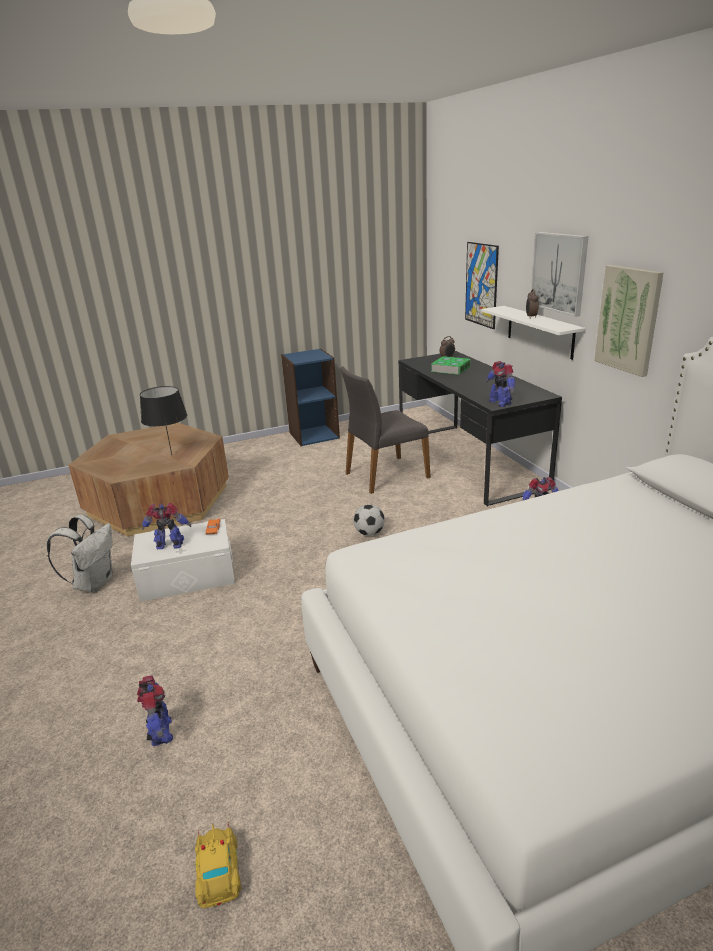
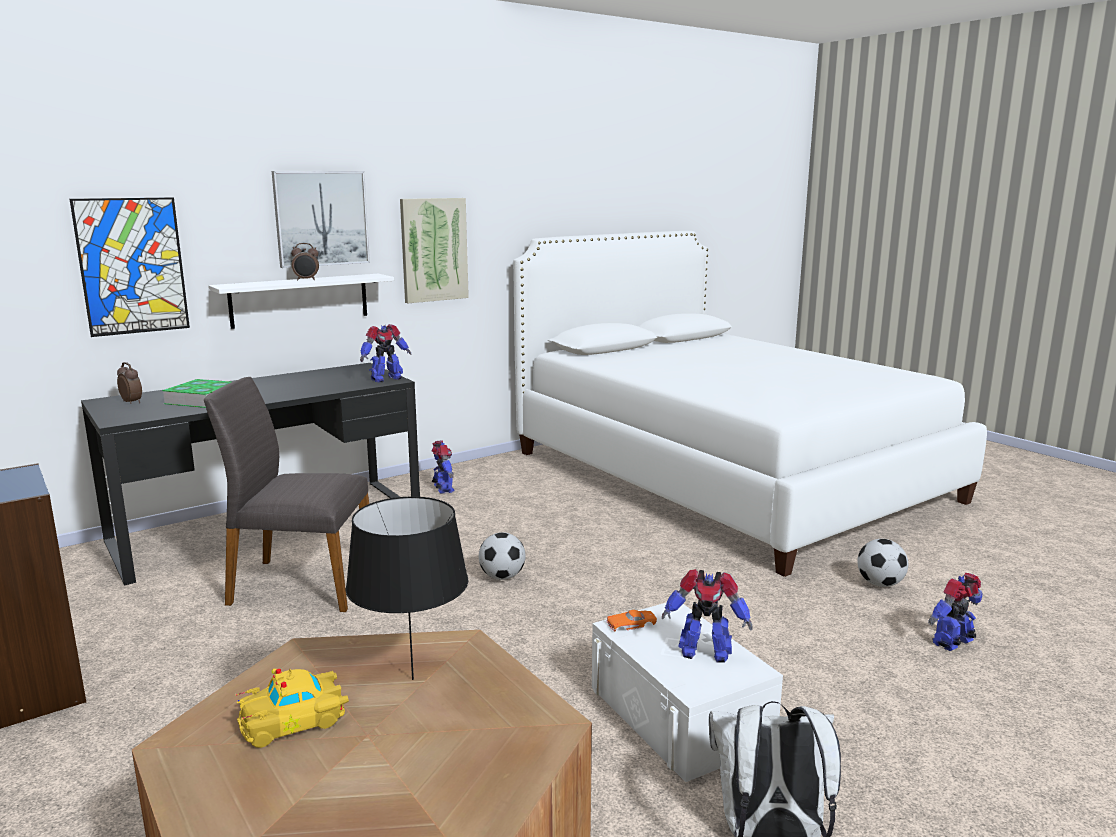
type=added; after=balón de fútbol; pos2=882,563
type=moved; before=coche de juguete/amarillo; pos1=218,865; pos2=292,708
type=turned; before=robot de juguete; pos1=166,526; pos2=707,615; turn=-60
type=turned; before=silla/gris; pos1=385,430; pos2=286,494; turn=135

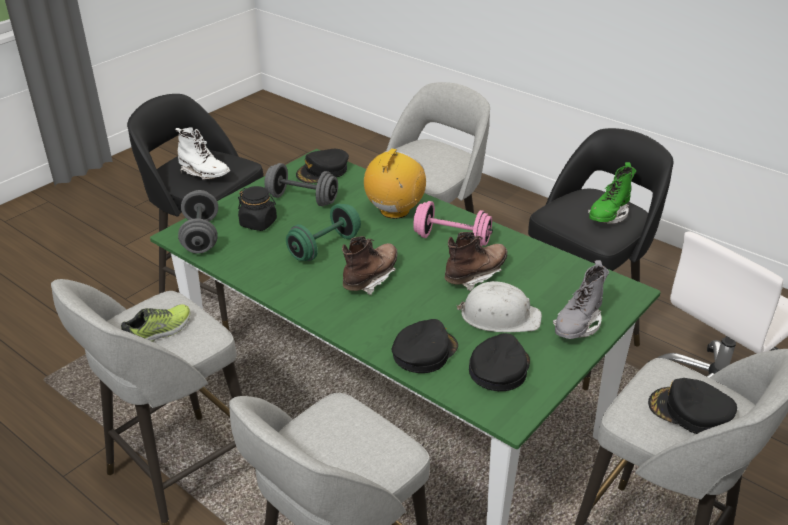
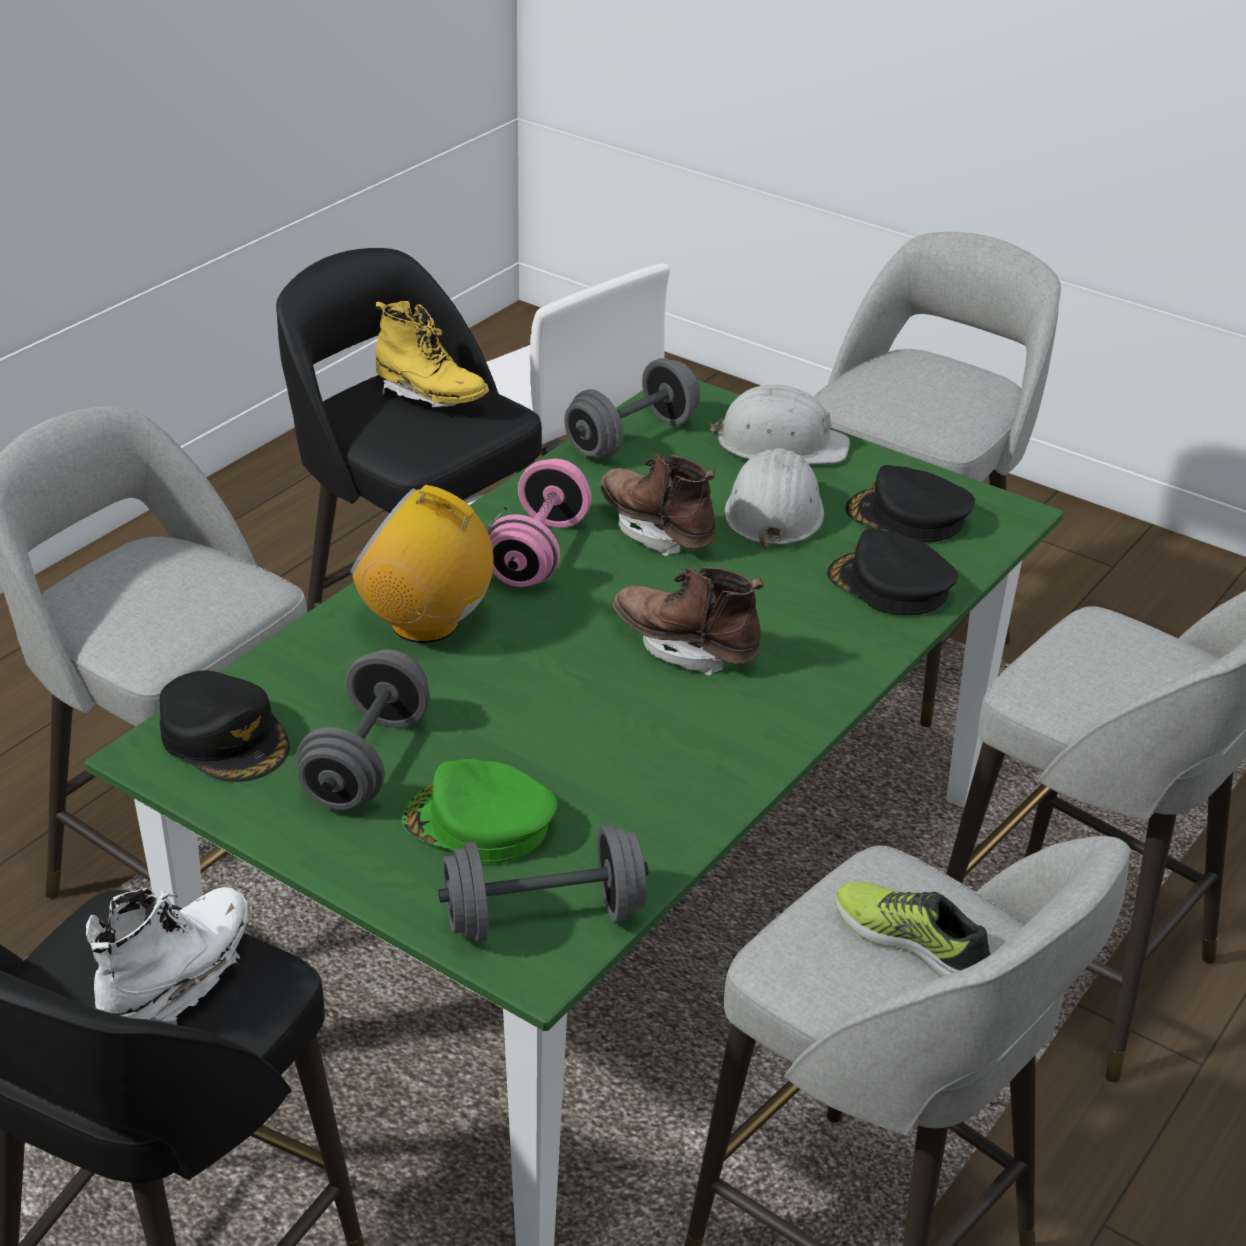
type=removed; before=mancuerna/verde; pos1=323,232
type=removed; before=gorra/negro; pos1=692,406
type=added; after=mancuerna/gris; pos2=632,408
type=replaced; before=tarro/negro; after=gorra/verde; pos1=257,208; pos2=479,811
type=replaced; before=bota/gris; after=casco/blanco; pos1=581,299; pos2=780,424
type=recoloured; before=bota/verde; after=bota/amarillo; pos1=612,193; pos2=432,354

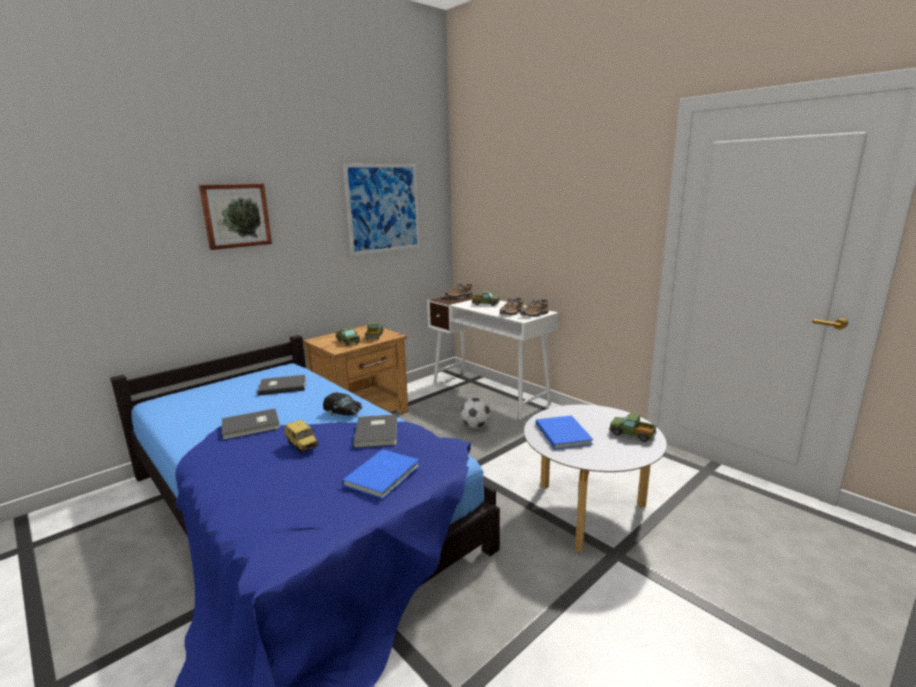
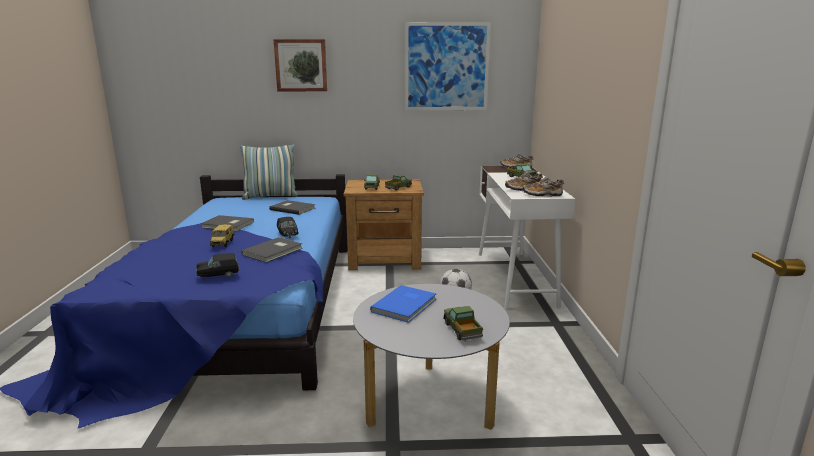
type=added; after=cojín; pos2=269,172
type=replaced; before=libro/azul; after=coche de juguete/negro; pos1=381,474; pos2=217,265

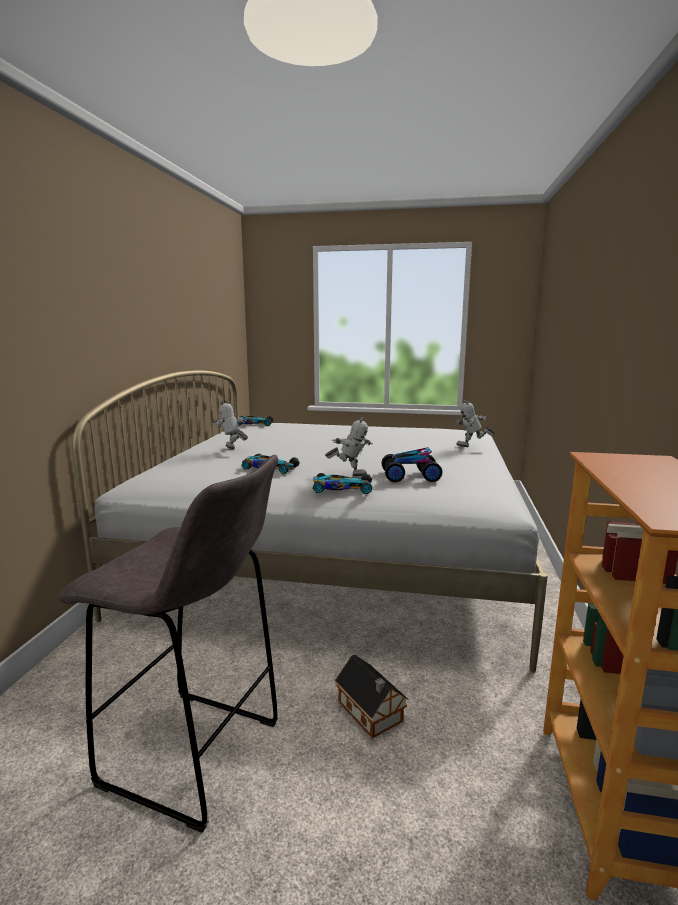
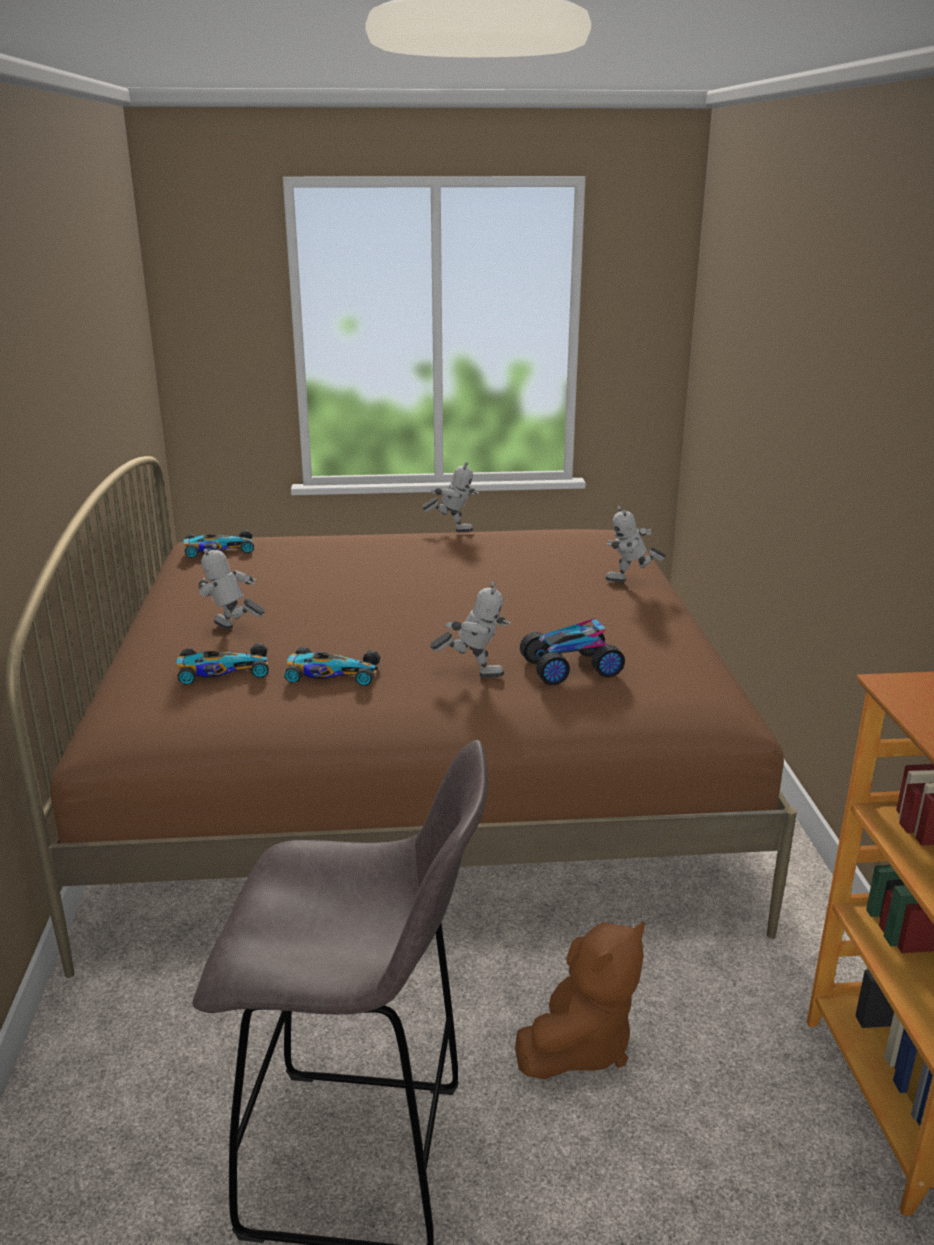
type=added; after=robot de juguete; pos2=450,497
type=moved; before=coche de juguete; pos1=342,483; pos2=222,664
type=replaced; before=casita; after=peluche/marrón; pos1=372,696; pos2=579,1000
type=recoloured; before=cama/blanco; after=cama/marrón; pos1=310,521; pos2=401,717

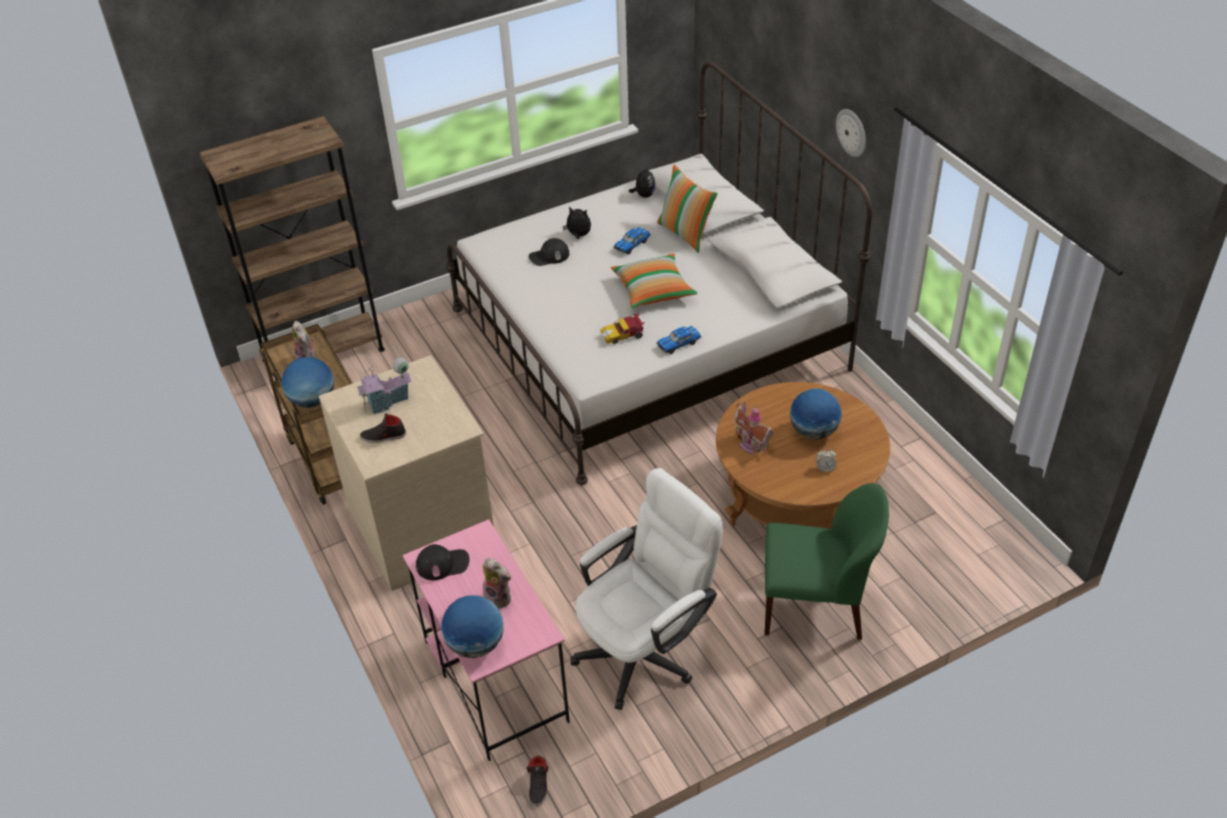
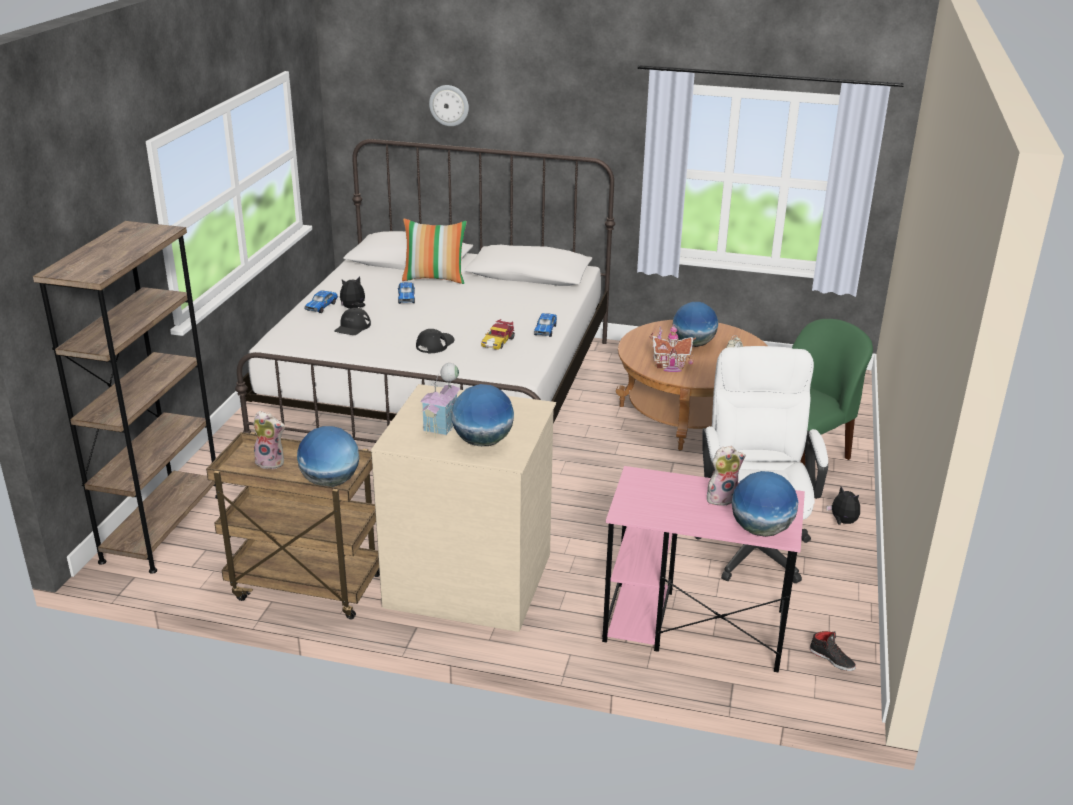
type=removed; before=cojín; pos1=654,280
type=added; after=coche de juguete; pos2=321,302
type=moved; before=gorra/negro; pos1=443,562; pos2=435,341
type=moved; before=peluche; pos1=642,182; pos2=843,505
type=moved; before=reloj de pared; pos1=851,133; pos2=449,105
type=replaced; before=zapato/negro; after=globo terráqueo; pos1=383,428; pos2=482,415

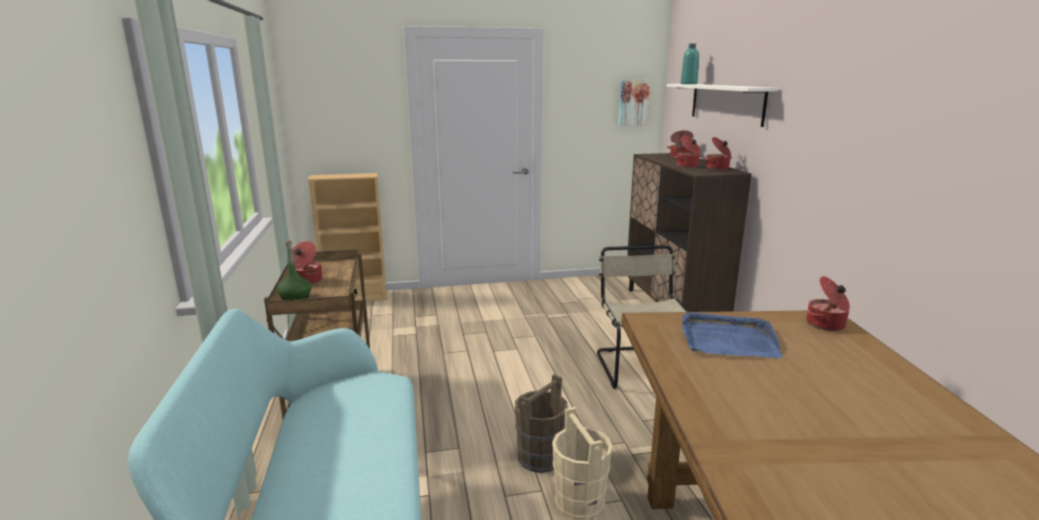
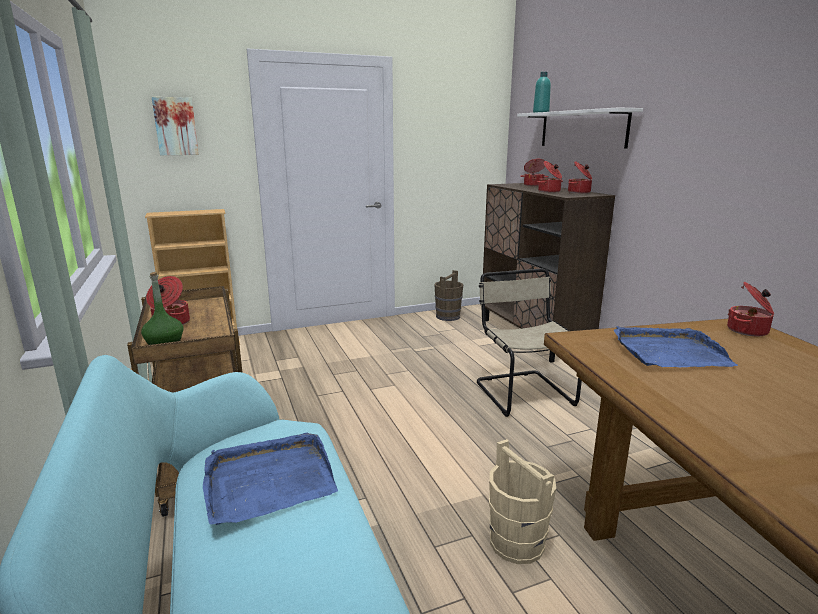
type=added; after=bandeja/azul; pos2=270,479
type=moved; before=cubo/marrón; pos1=541,423; pos2=448,295
type=moved; before=cuadro; pos1=634,102; pos2=175,126

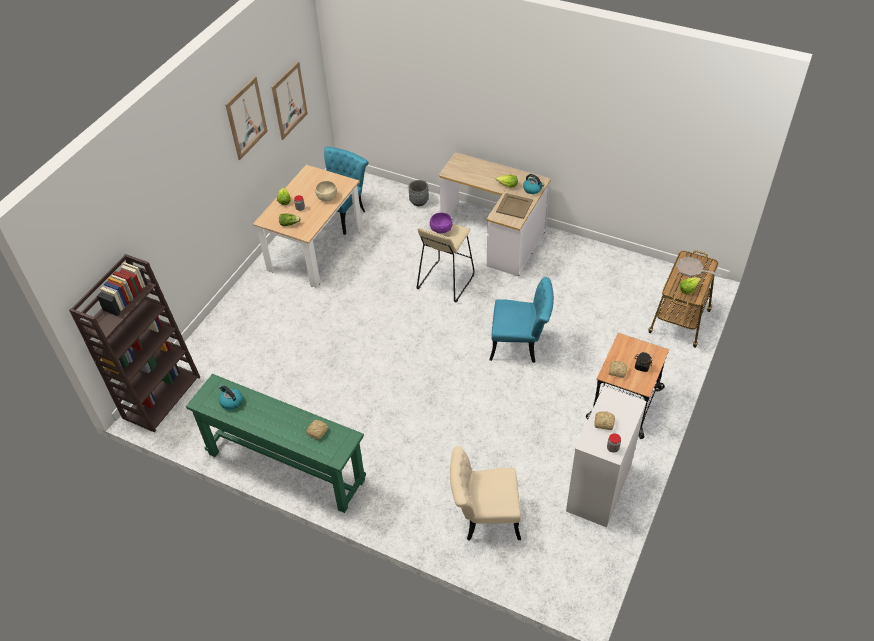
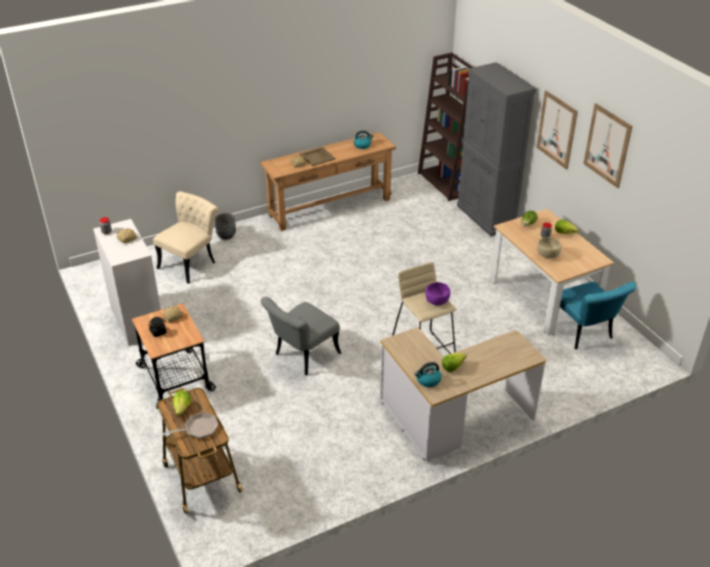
type=added; after=armario/gris; pos2=496,149
type=moved; before=cuadro; pos1=290,100; pos2=557,130
type=moved; before=maceta/gris; pos1=419,193; pos2=225,226
type=moved; before=bandeja/beis; pos1=514,206; pos2=317,156
type=recoloured; before=mesa consola/verde; after=mesa consola/marrón; pos1=276,443; pos2=328,181
type=recoloured; before=silla/turquesa; after=silla/gris; pos1=521,320; pos2=301,336

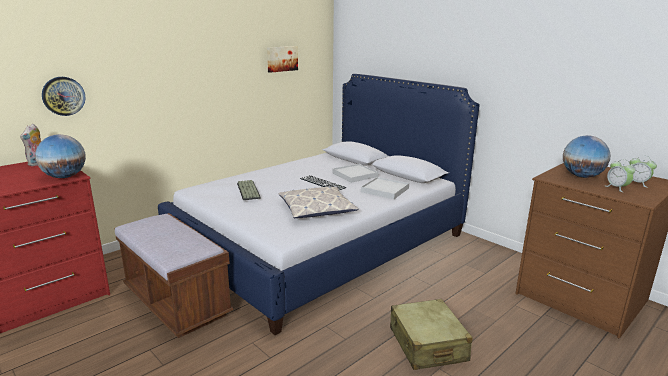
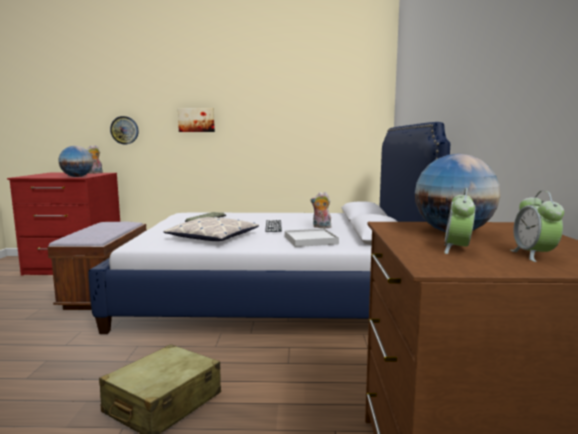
type=moved; before=cuadro; pos1=282,59; pos2=196,120
type=replaced; before=bandeja/blanco; after=peluche; pos1=355,173; pos2=321,210

